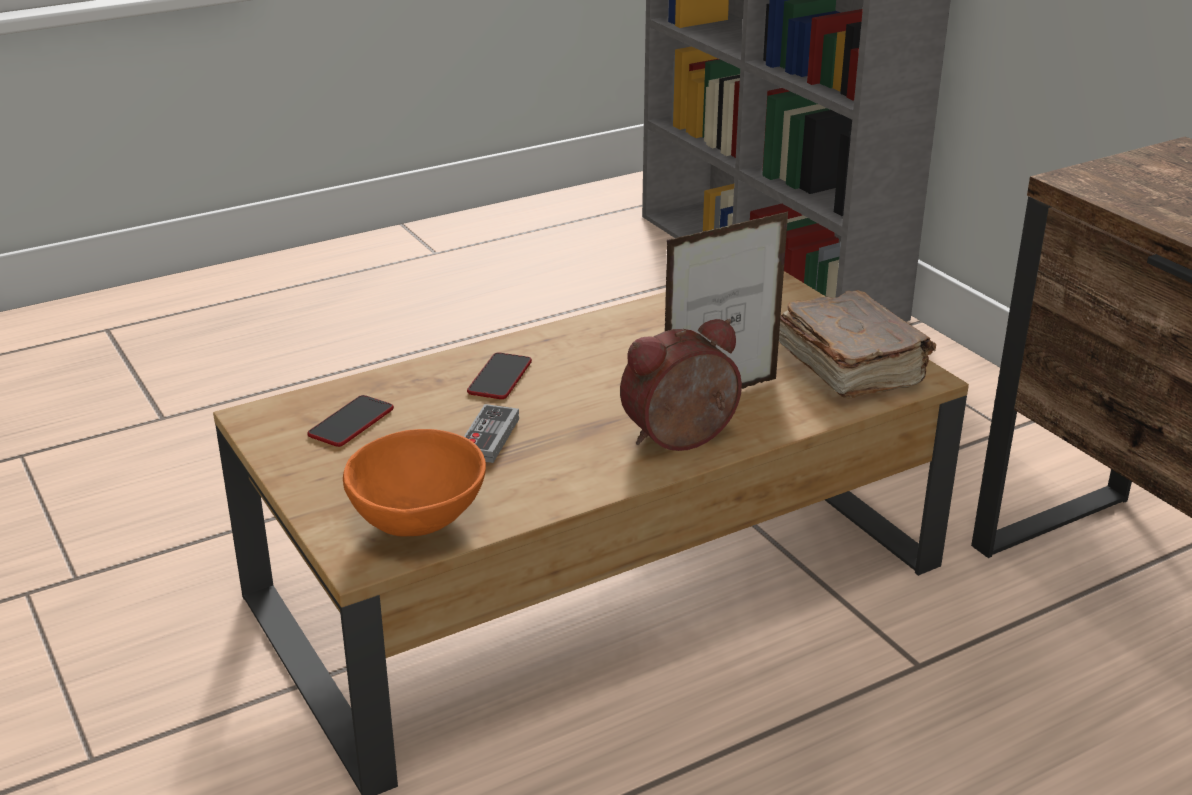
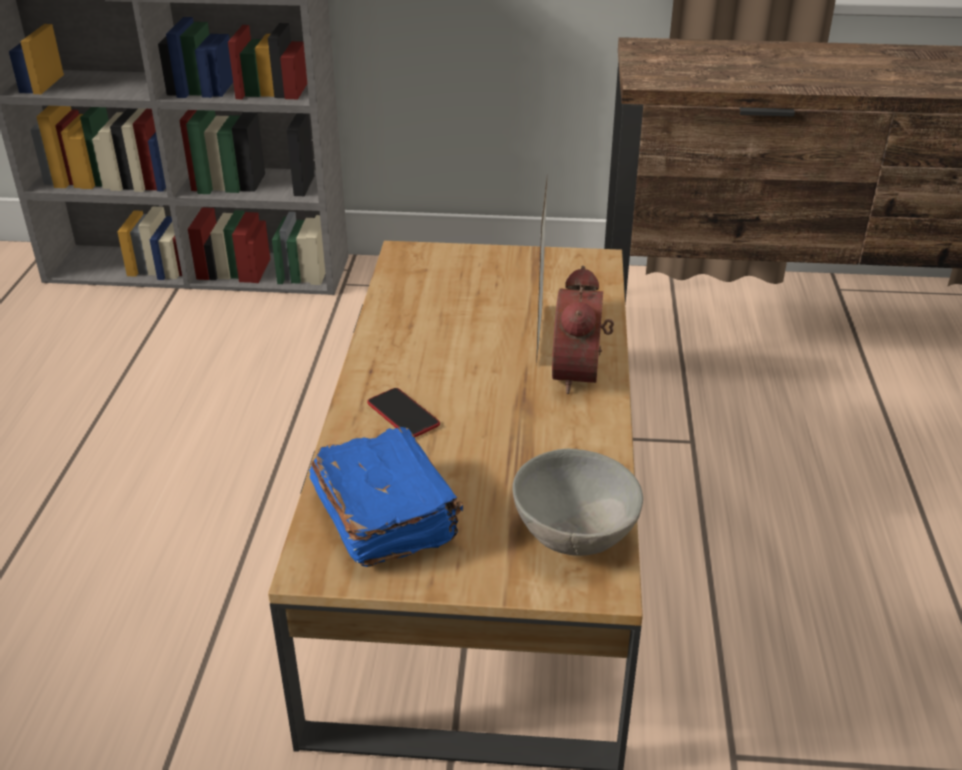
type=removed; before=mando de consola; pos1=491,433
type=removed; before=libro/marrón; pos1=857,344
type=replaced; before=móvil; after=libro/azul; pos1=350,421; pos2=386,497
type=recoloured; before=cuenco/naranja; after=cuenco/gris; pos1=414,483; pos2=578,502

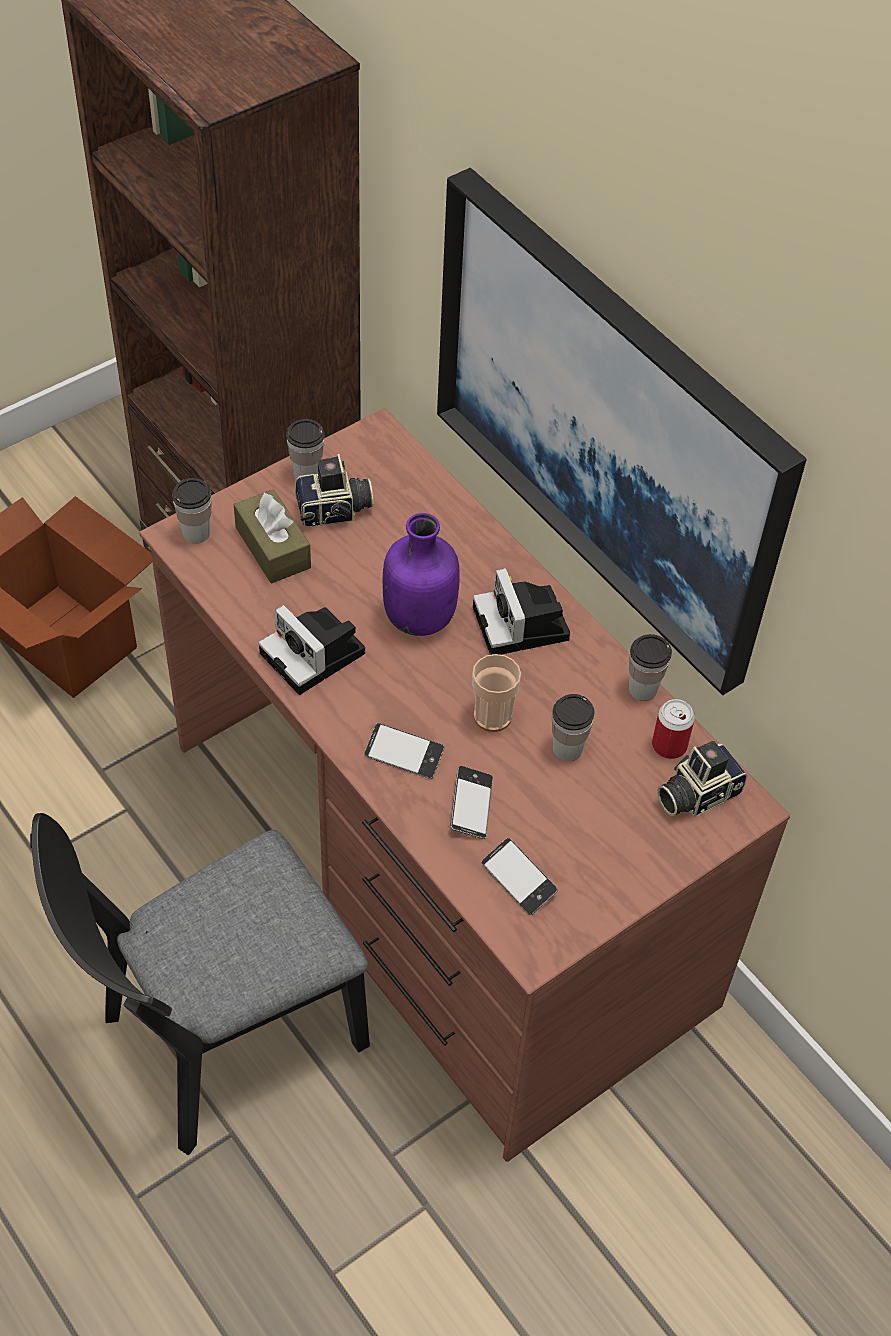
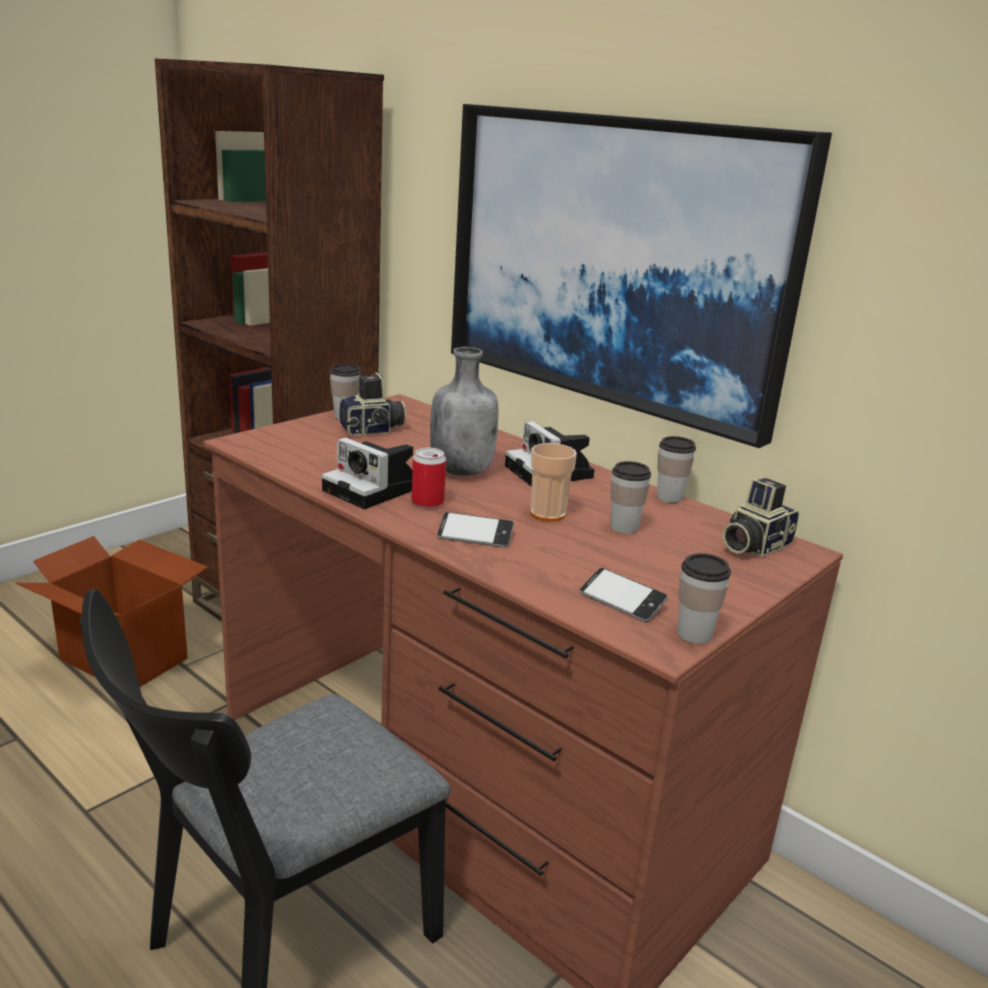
type=removed; before=caja de pañuelos/marrón; pos1=272,536
type=removed; before=móvil; pos1=471,802
type=moved; before=taza; pos1=192,511; pos2=704,598
type=moved; before=lata; pos1=673,729; pos2=428,477
type=recoloured; before=botella/morado; after=botella/gris; pos1=421,574; pos2=464,411

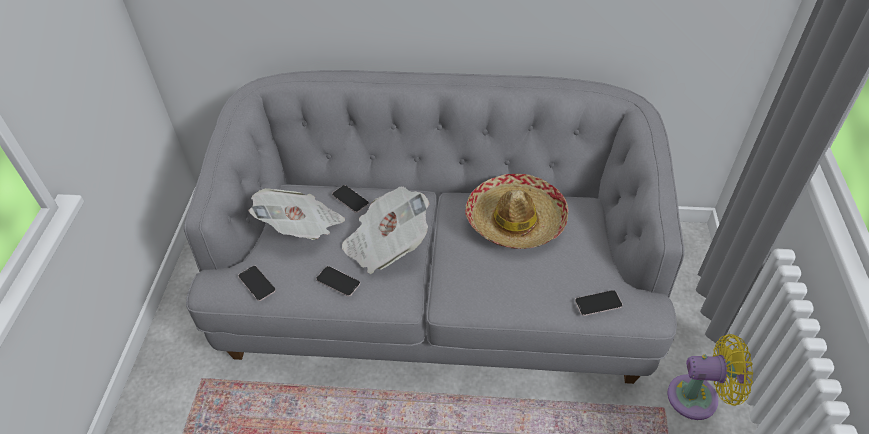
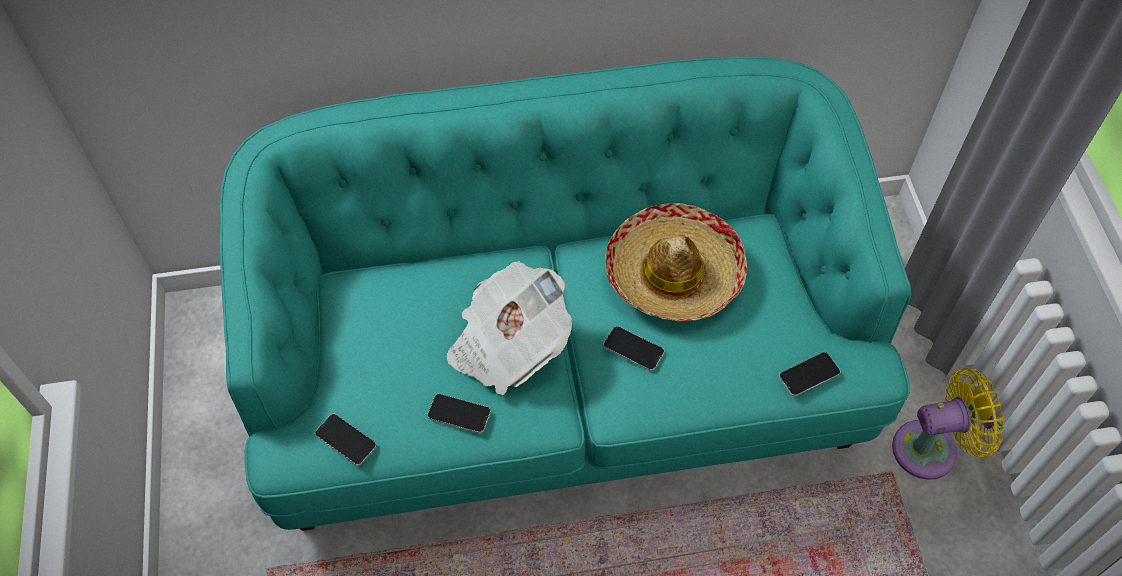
type=removed; before=periódico; pos1=296,214
type=moved; before=móvil; pos1=350,199; pos2=633,348
type=recoloured; before=sofá/gris; after=sofá/turquesa; pos1=434,227; pos2=565,293

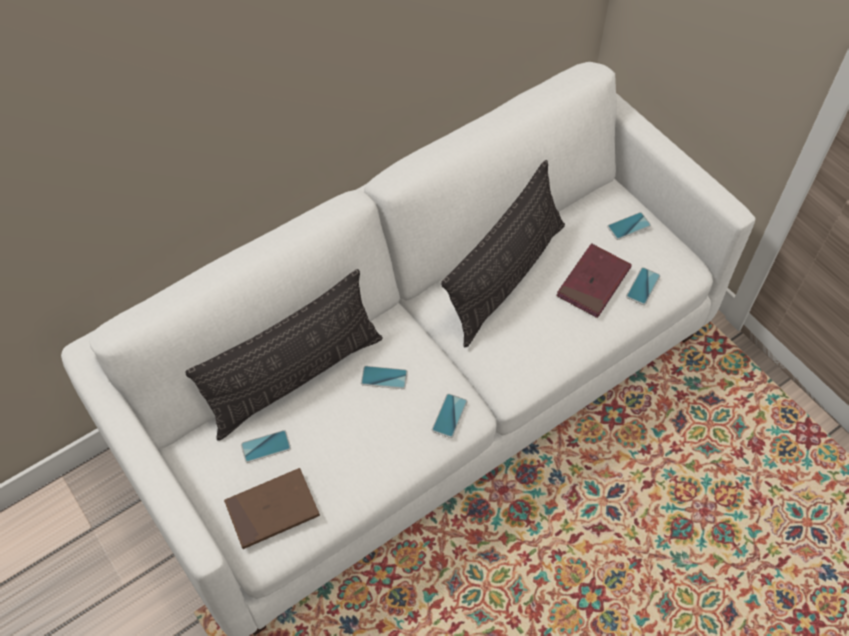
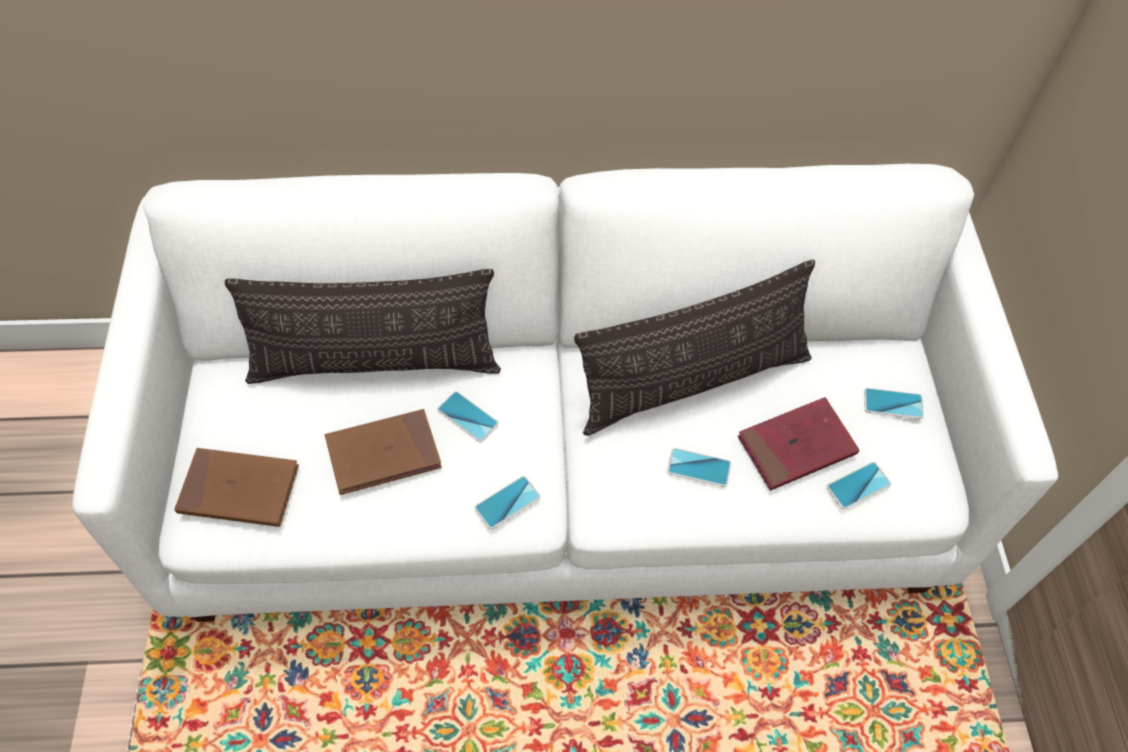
type=added; after=libro/marrón; pos2=383,452
type=moved; before=móvil; pos1=266,446; pos2=699,467

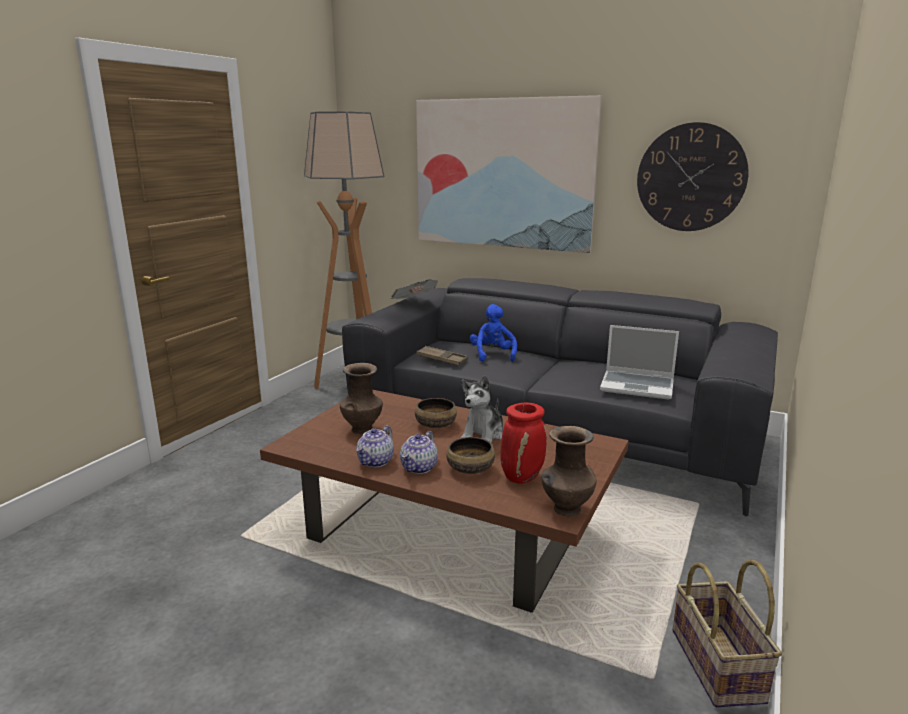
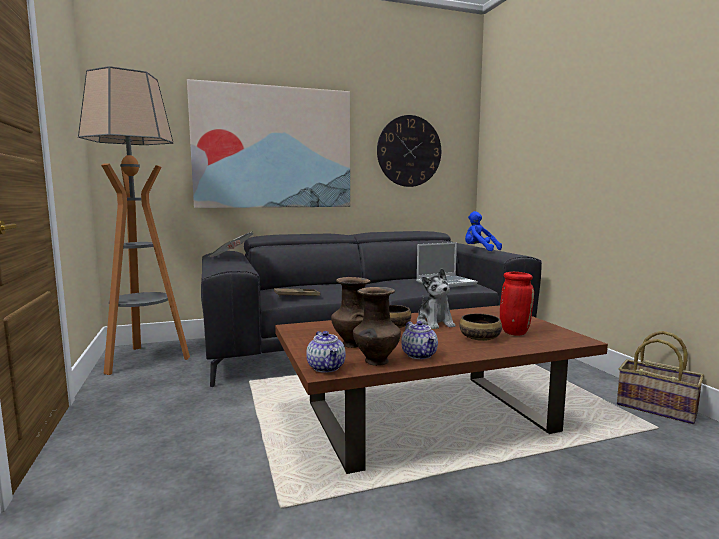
type=moved; before=tetera; pos1=419,452; pos2=326,352
type=moved; before=peluche/azul; pos1=493,333; pos2=483,231
type=moved; before=florero/marrón; pos1=568,471; pos2=377,326

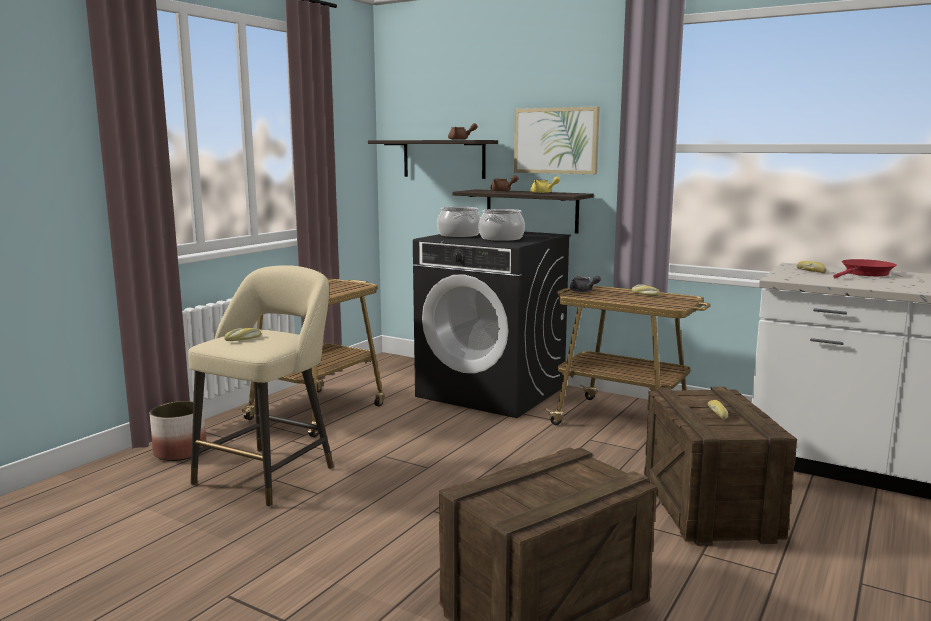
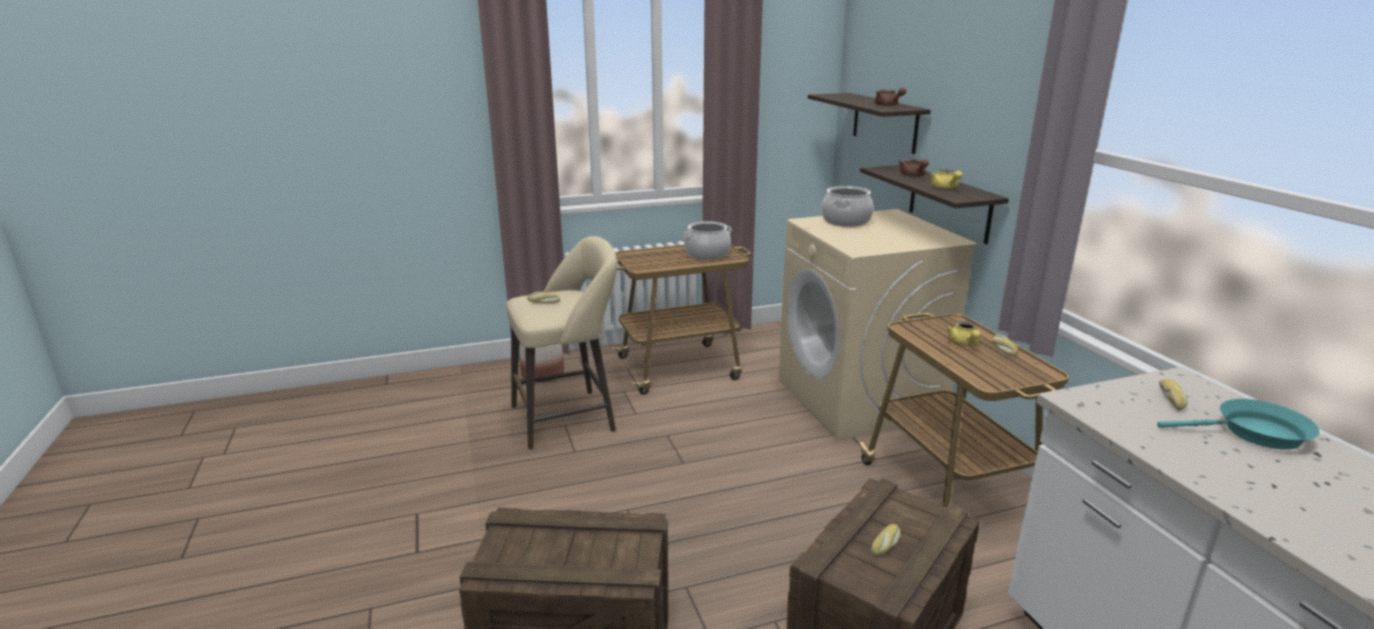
type=removed; before=cuadro; pos1=557,140
type=removed; before=tetera/gris; pos1=585,284
type=added; after=tetera/amarillo; pos2=963,333
type=moved; before=olla; pos1=502,225; pos2=707,240
type=recoloured; before=lavadora/negro; after=lavadora/beis; pos1=492,325; pos2=878,324
type=recoloured; before=sartén/rojo; after=sartén/turquesa; pos1=864,268; pos2=1238,424

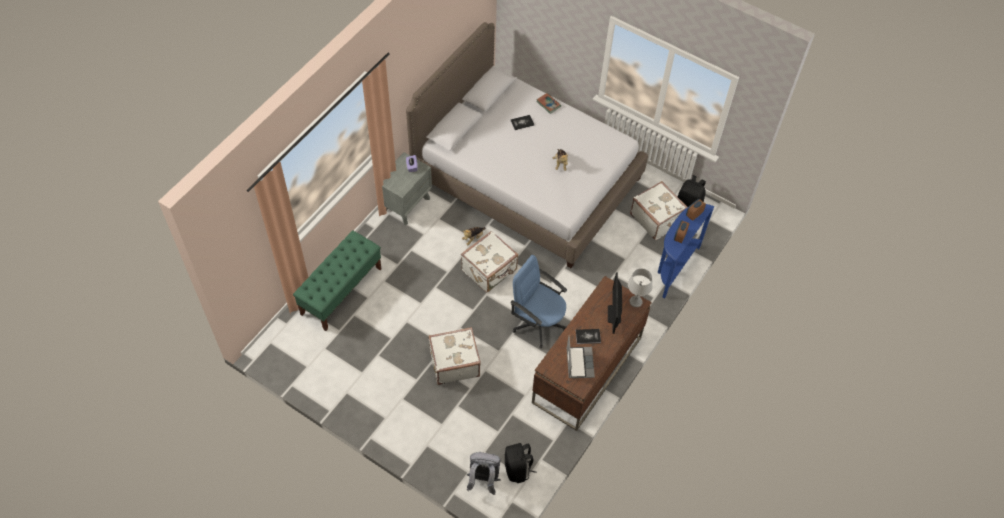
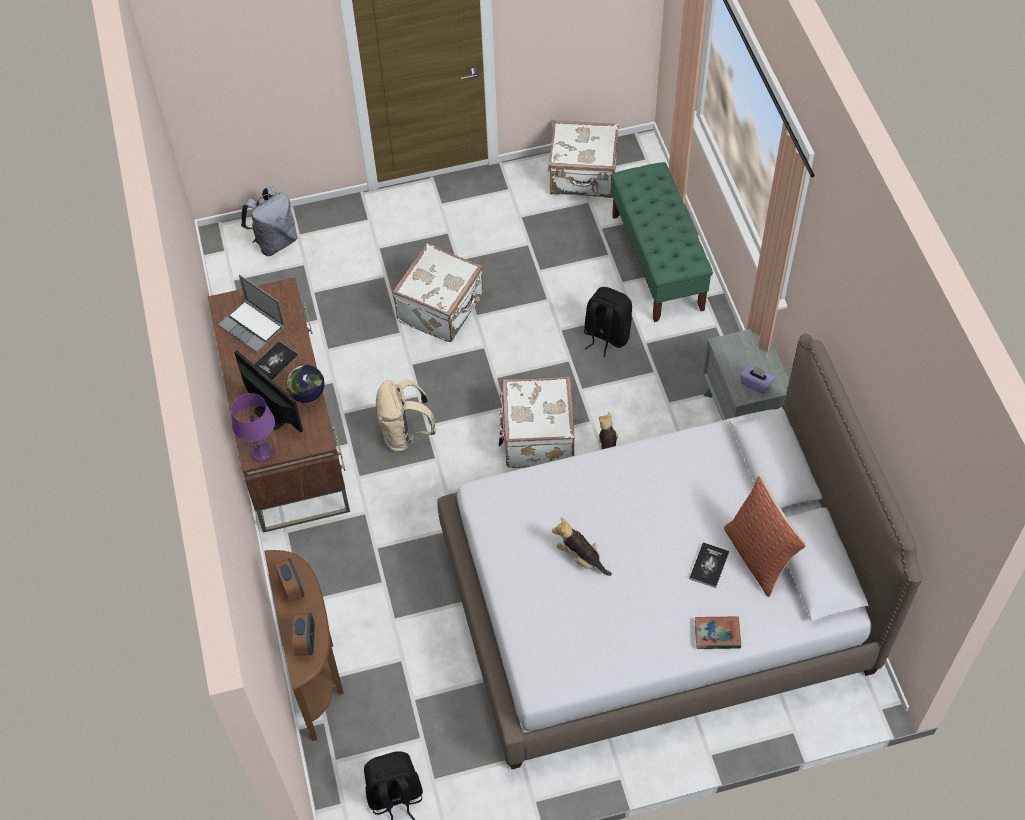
type=added; after=globo terráqueo; pos2=305,386
type=added; after=cojín; pos2=765,536
type=moved; before=mochila/negro; pos1=520,463; pos2=608,322
type=moved; before=maleta/blanco; pos1=658,210; pos2=583,159
type=replaced; before=silla de oficina/azul; after=mochila/beis; pos1=538,301; pos2=406,415
type=recoloured; before=lámpara de mesa/gris; after=lámpara de mesa/morado; pos1=640,287; pos2=253,427
type=recoloured; before=mesa consola/azul; after=mesa consola/marrón; pos1=686,251; pos2=304,645

